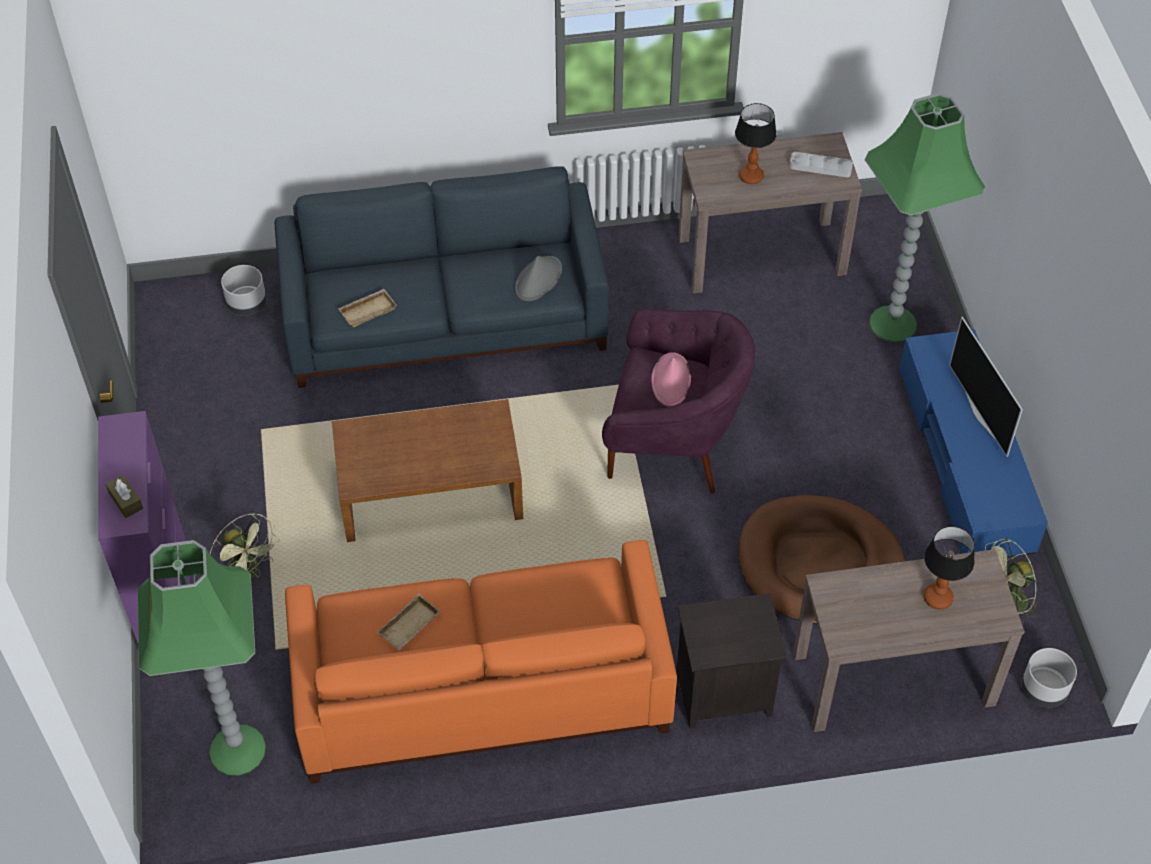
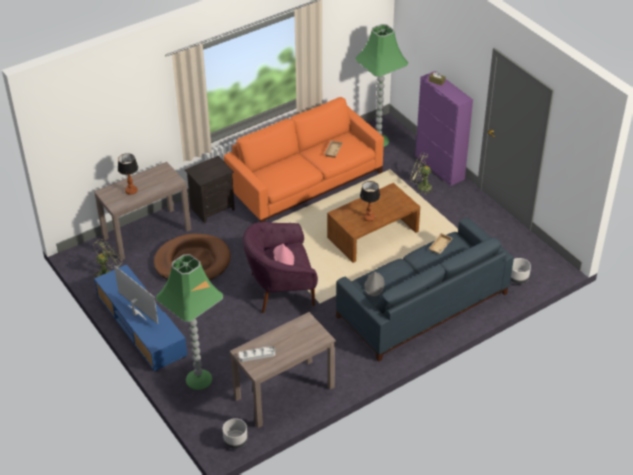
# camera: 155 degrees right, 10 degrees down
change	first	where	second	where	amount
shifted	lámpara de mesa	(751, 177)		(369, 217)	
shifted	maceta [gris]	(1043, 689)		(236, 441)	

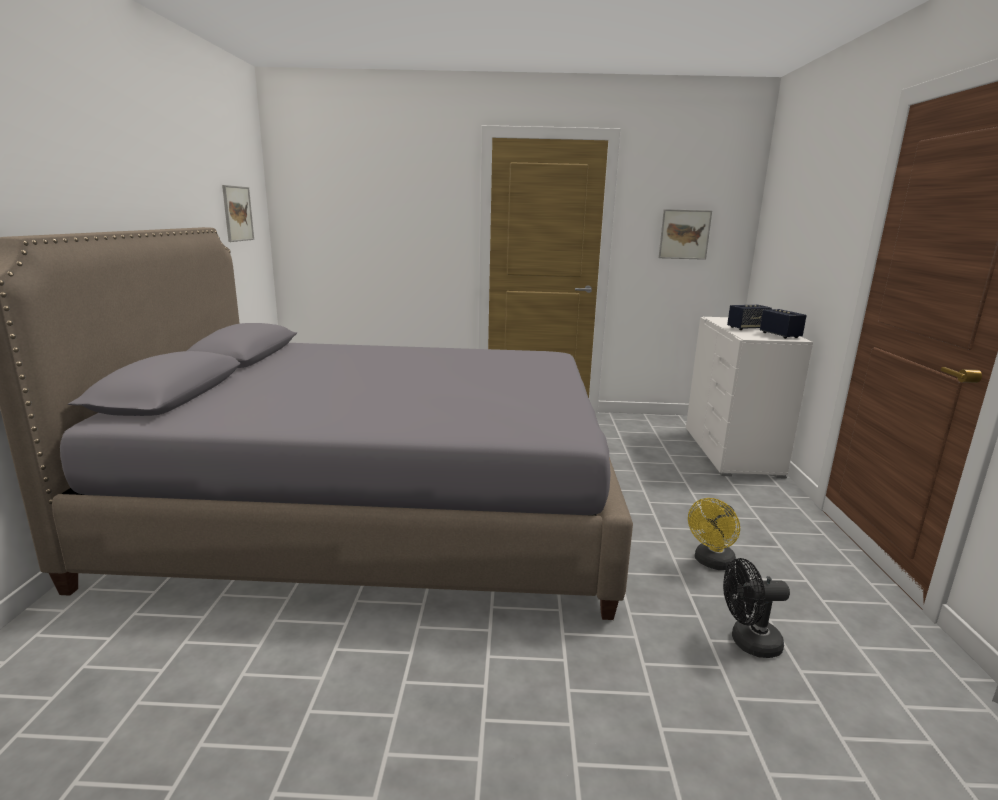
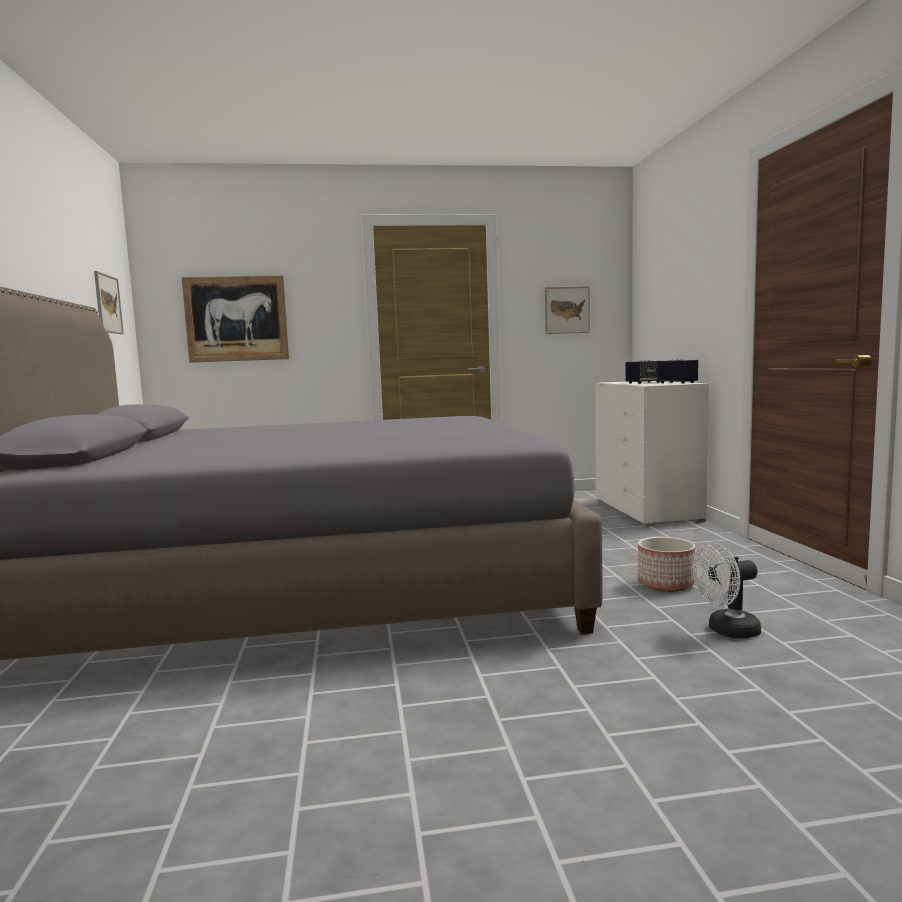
# camera: 10 degrees left, 10 degrees down
change	first	where	second	where	amount
swapped	ventilador [amarillo]	(711, 563)	maceta	(666, 584)	
repainted	ventilador [negro]	(748, 643)	ventilador [blanco]	(727, 631)	
new			cuadro	(236, 319)	

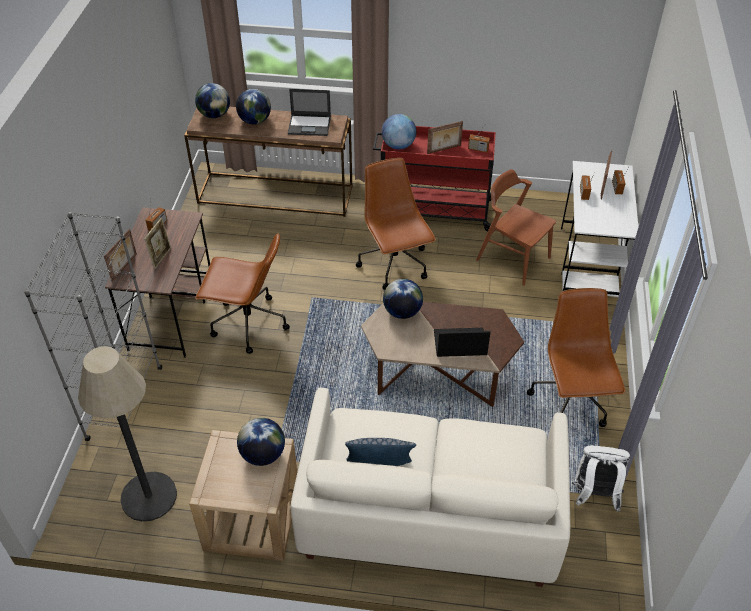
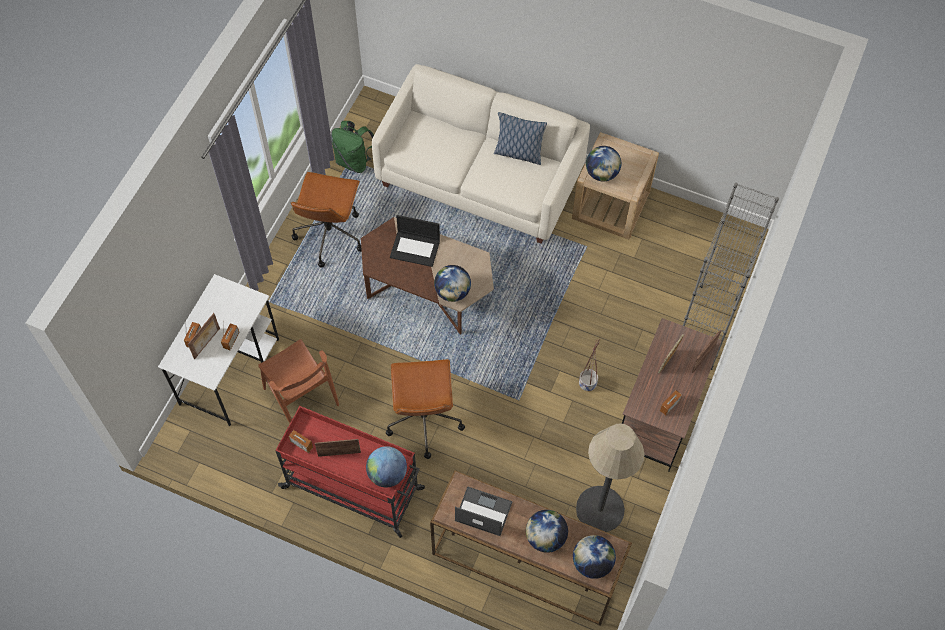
# camera: 165 degrees left, 15 degrees up
change	first	where	second	where	amount
shifted	lámpara de pie	(149, 497)		(600, 509)	
swapped	silla de oficina [marrón]	(247, 324)	maceta	(587, 384)	
repainted	mochila [blanco]	(594, 495)	mochila [verde]	(354, 161)	

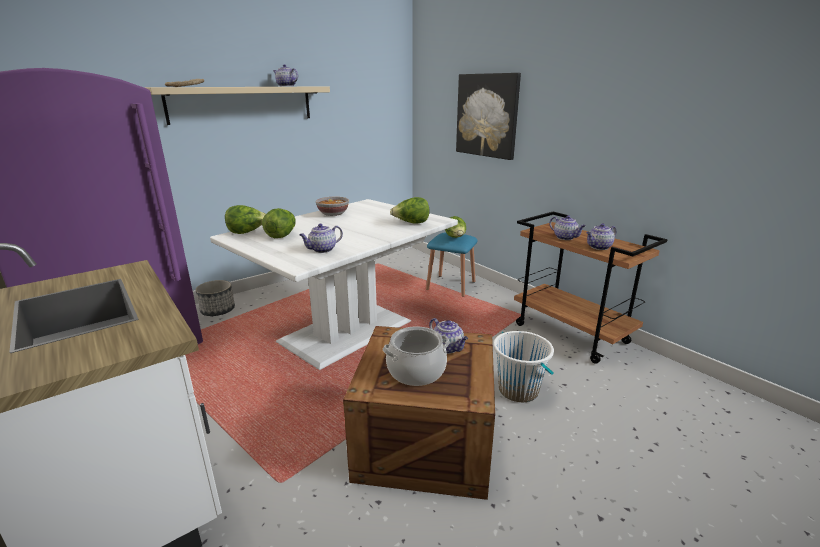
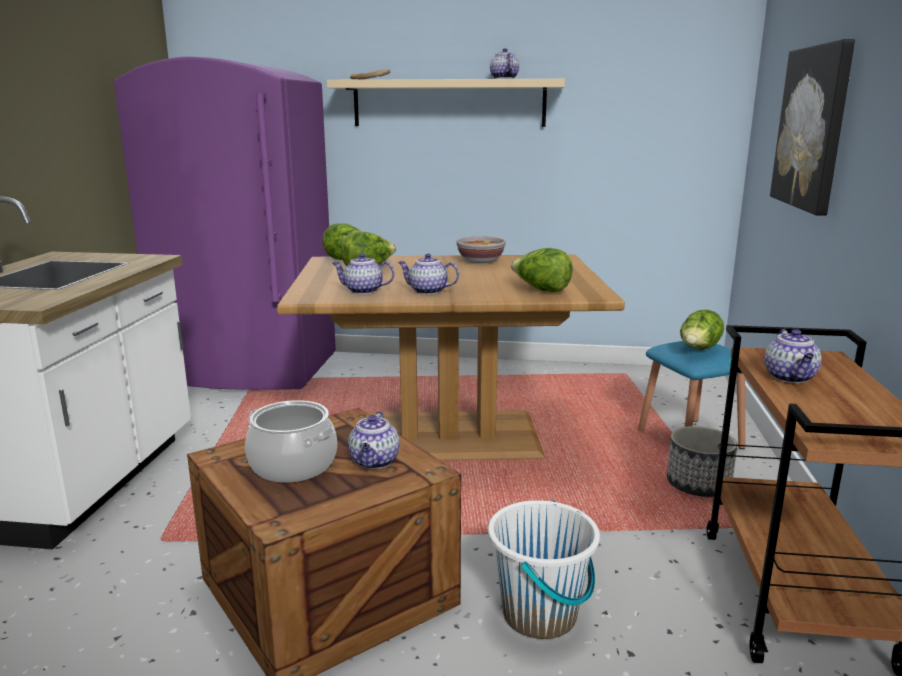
# camera: 45 degrees right, 5 degrees down
change	first	where	second	where	amount
shifted	maceta	(218, 310)		(698, 485)	
repainted	mesa de comedor [blanco]	(347, 332)	mesa de comedor [marrón]	(448, 438)	
shifted	tetera	(598, 247)		(427, 291)	

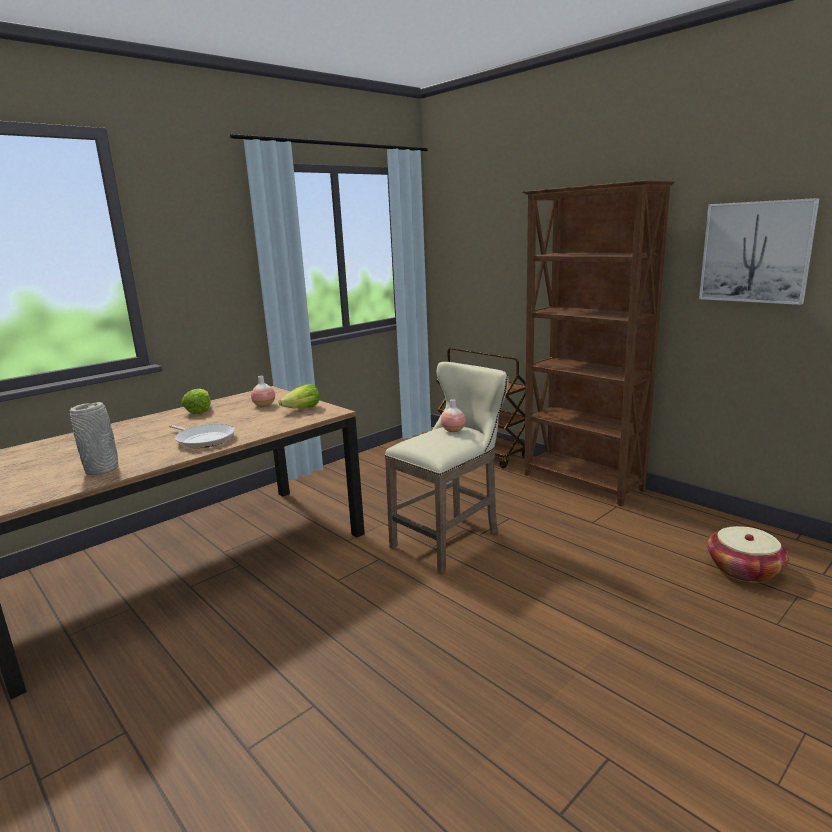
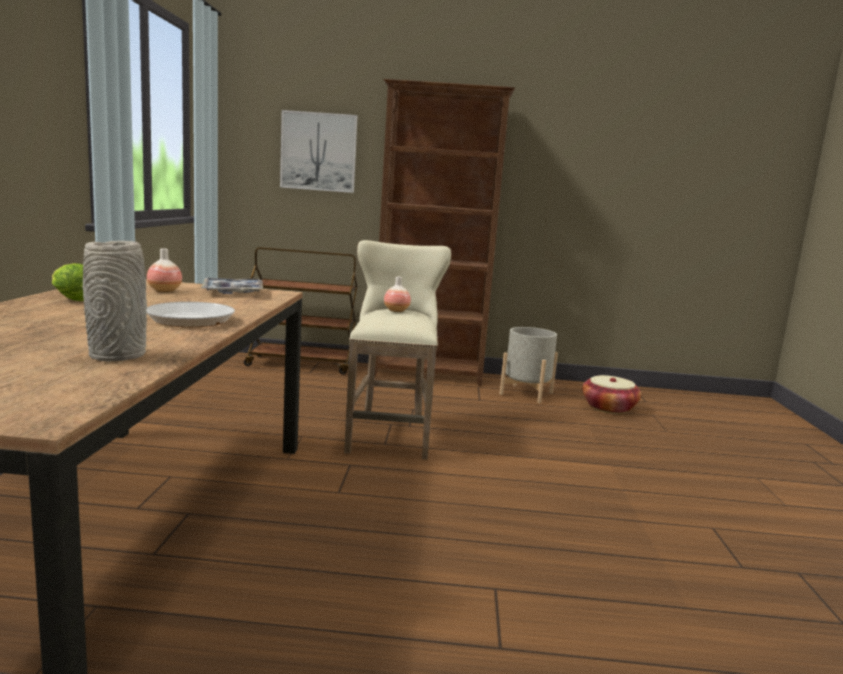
# camera: 45 degrees left, 5 degrees down
change	first	where	second	where	amount
swapped	lechuga	(302, 409)	bandeja	(233, 292)	
shifted	cuadro	(755, 252)		(318, 152)	
new			maceta [gris]	(526, 393)	

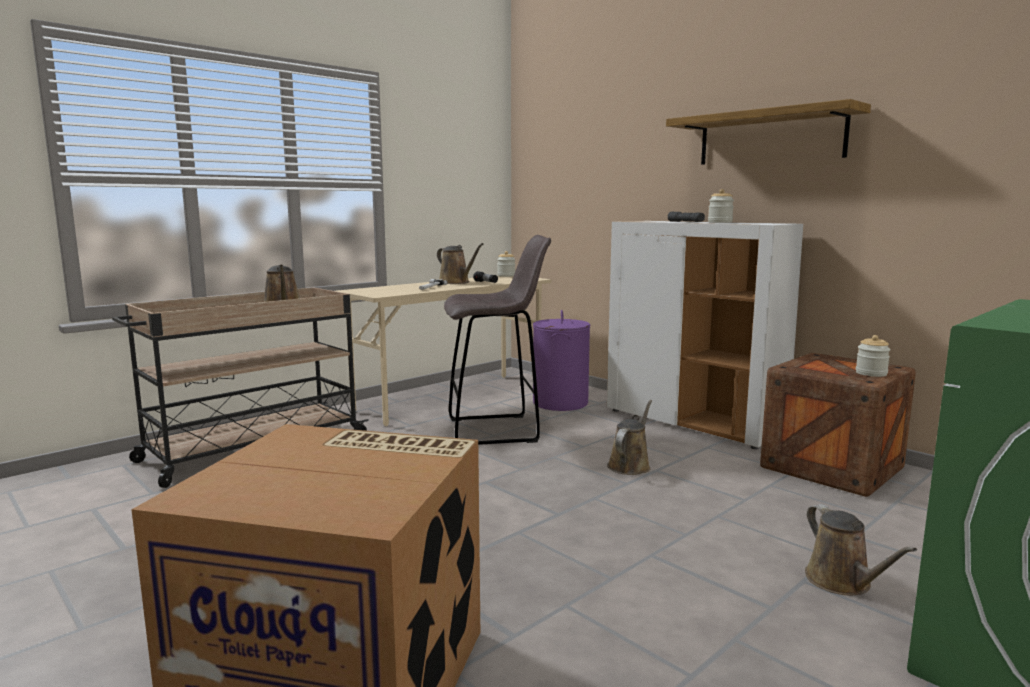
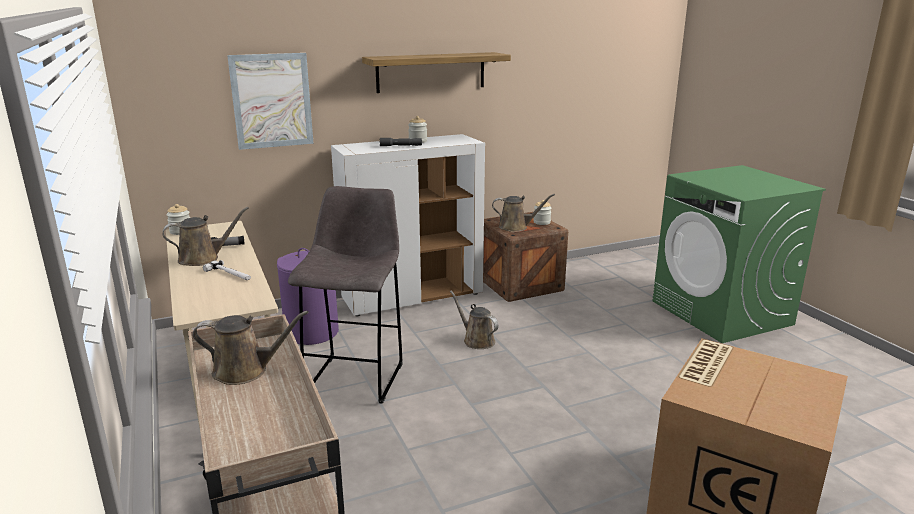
# camera: 70 degrees left, 10 degrees up
change	first	where	second	where	amount
shifted	regadera [marrón]	(842, 582)		(516, 227)	
new			cuadro	(272, 101)	

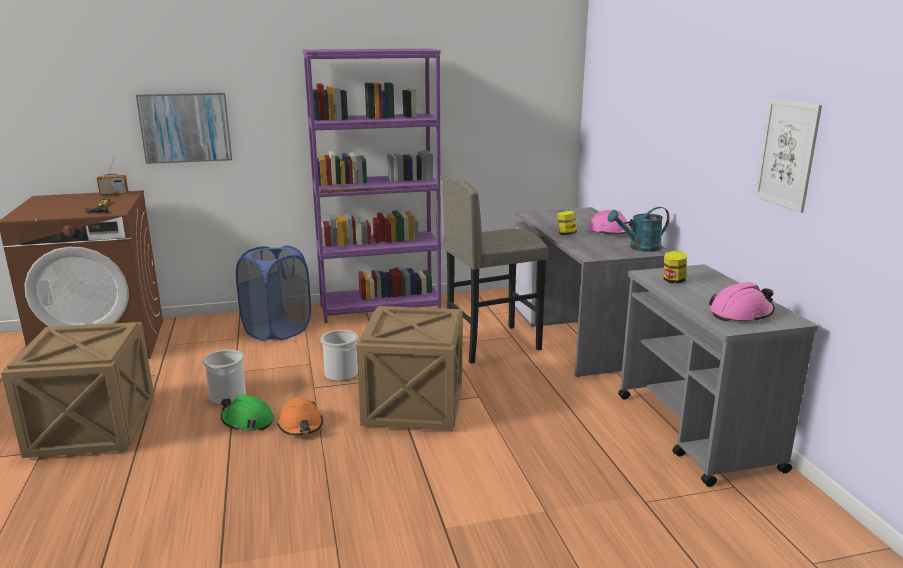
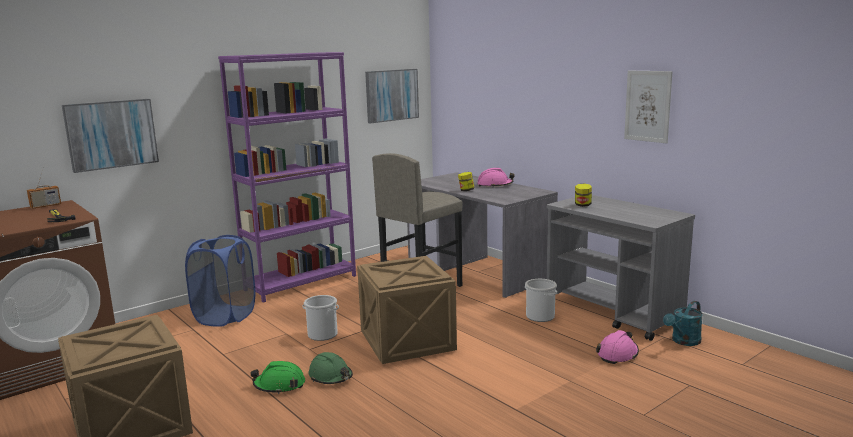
# camera: 25 degrees left, 5 degrees down
change	first	where	second	where	amount
shifted	cubo	(228, 397)		(540, 316)	
repainted	casco [naranja]	(301, 425)	casco [verde]	(331, 377)	
shifted	regadera [turquesa]	(639, 248)		(683, 341)	
shifted	casco [rosa]	(741, 314)		(617, 354)	
new			cuadro	(391, 95)	

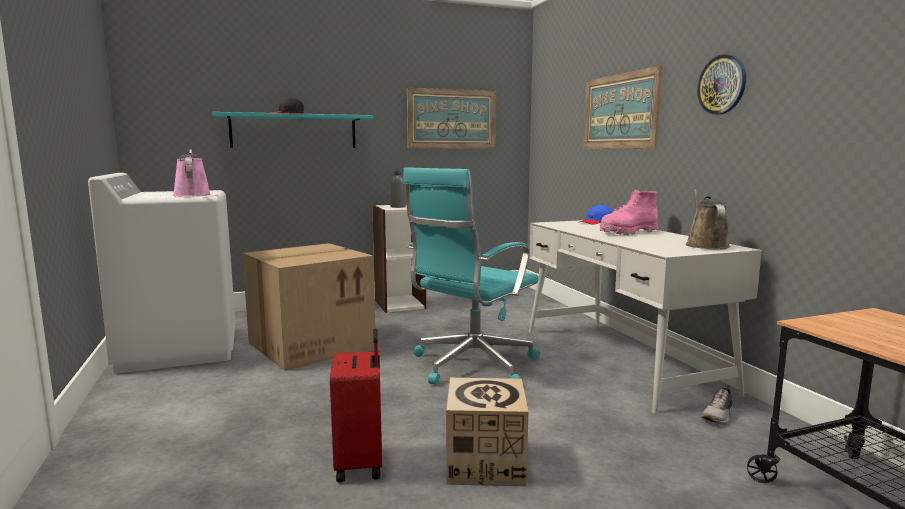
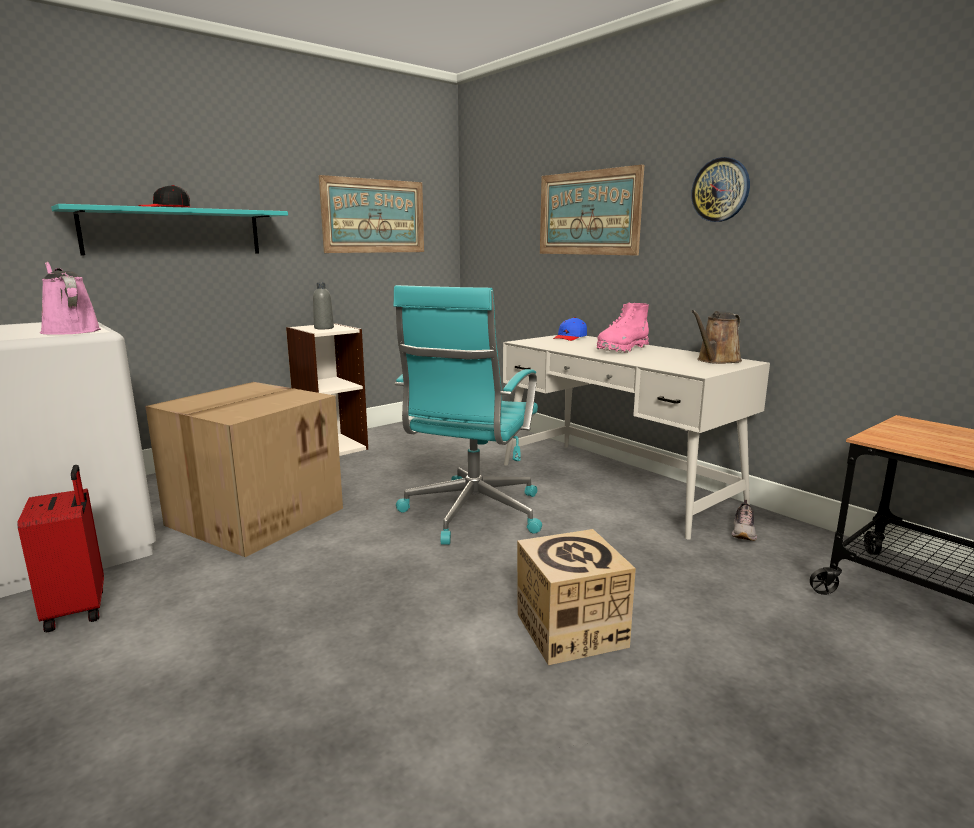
# camera: 20 degrees left, 5 degrees up
change	first	where	second	where	amount
shifted	maleta [rojo]	(361, 463)		(78, 609)	
rotated	regadera [marrón]	(705, 245)		(716, 361)	120 degrees counterclockwise

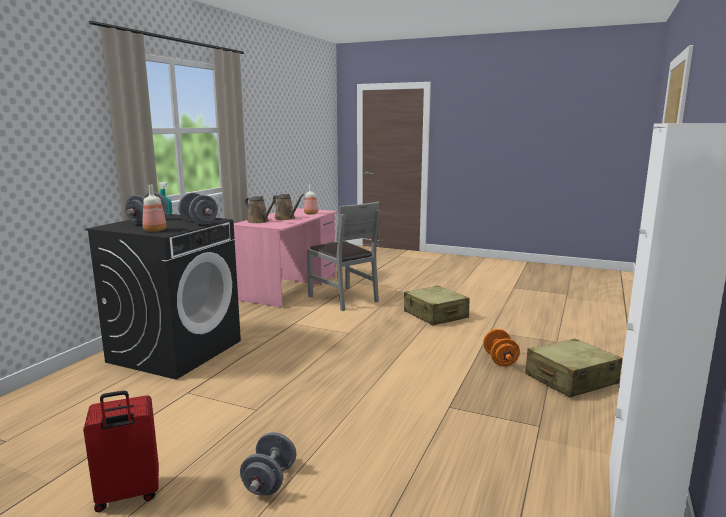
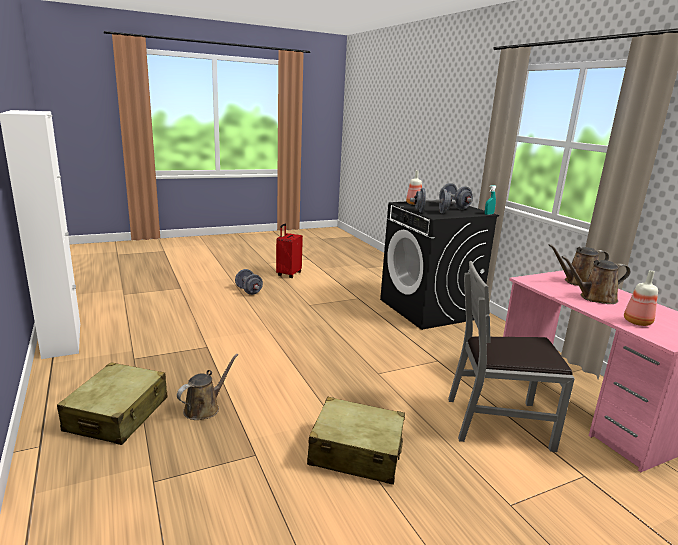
# camera: 130 degrees right, 5 degrees up
change	first	where	second	where	amount
swapped	mancuerna [naranja]	(500, 360)	regadera [marrón]	(204, 408)	

